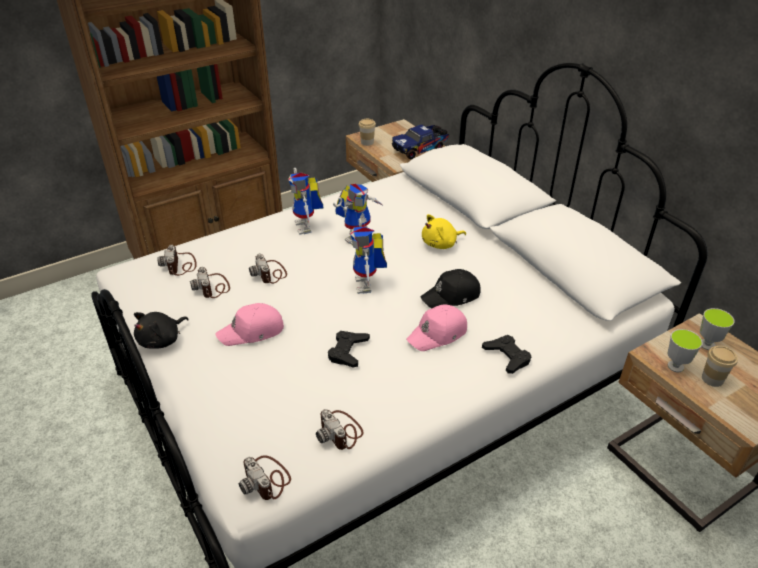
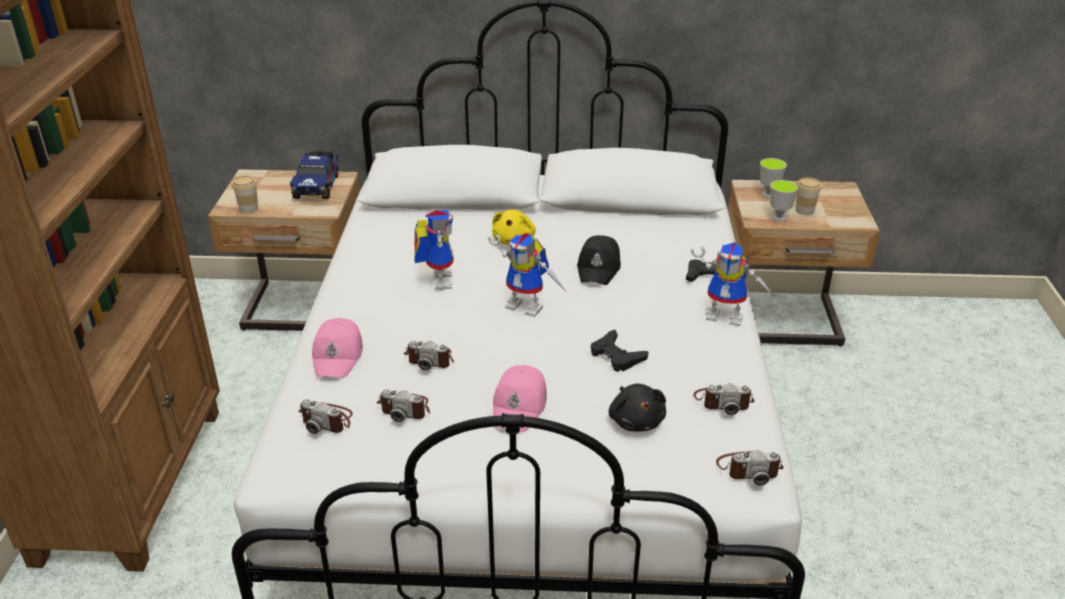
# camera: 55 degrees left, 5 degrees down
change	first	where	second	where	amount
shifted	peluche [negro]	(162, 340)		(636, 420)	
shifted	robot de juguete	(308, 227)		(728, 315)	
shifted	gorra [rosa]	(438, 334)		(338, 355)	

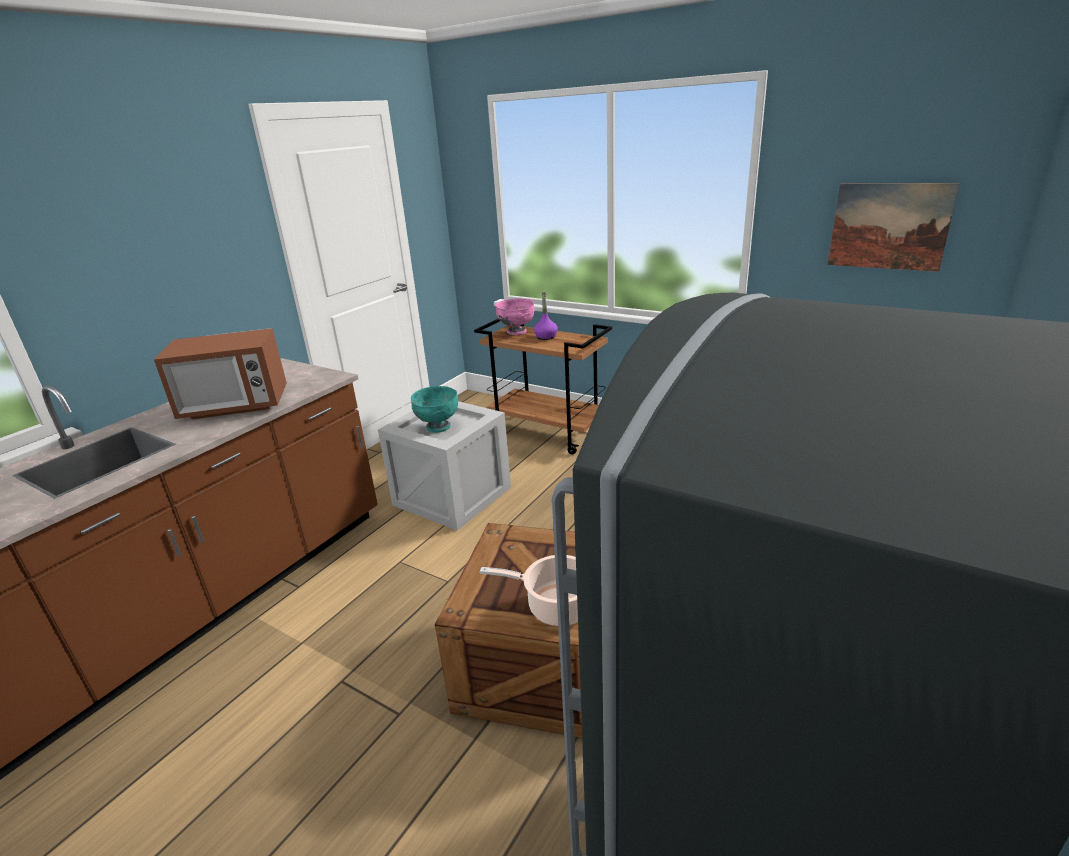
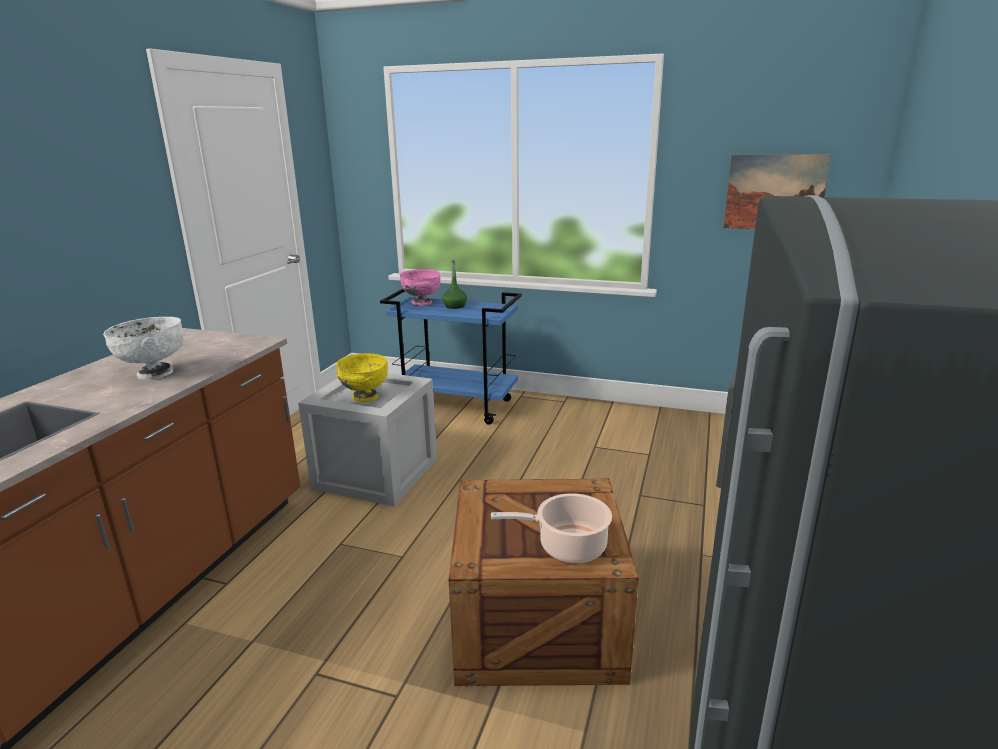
# camera: 15 degrees left, 5 degrees down
change	first	where	second	where	amount
swapped	microondas	(235, 406)	cuenco [blanco]	(154, 373)	
repainted	cuenco [turquesa]	(438, 427)	cuenco [amarillo]	(365, 397)	
repainted	carrito [marrón]	(549, 432)	carrito [azul]	(457, 406)	
repainted	botella [morado]	(546, 337)	botella [verde]	(455, 306)	

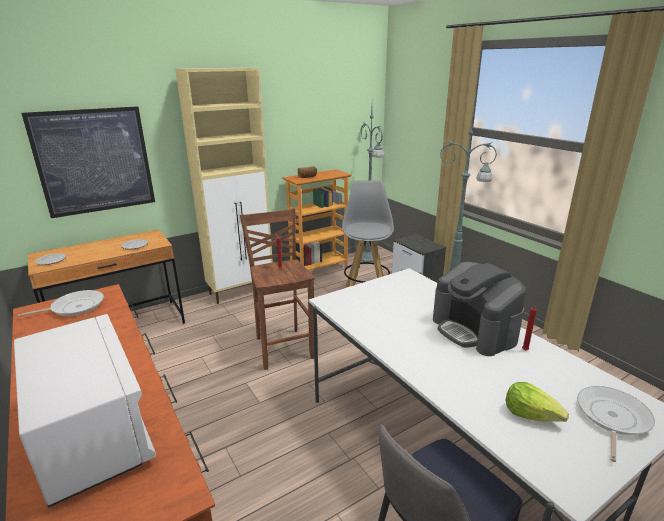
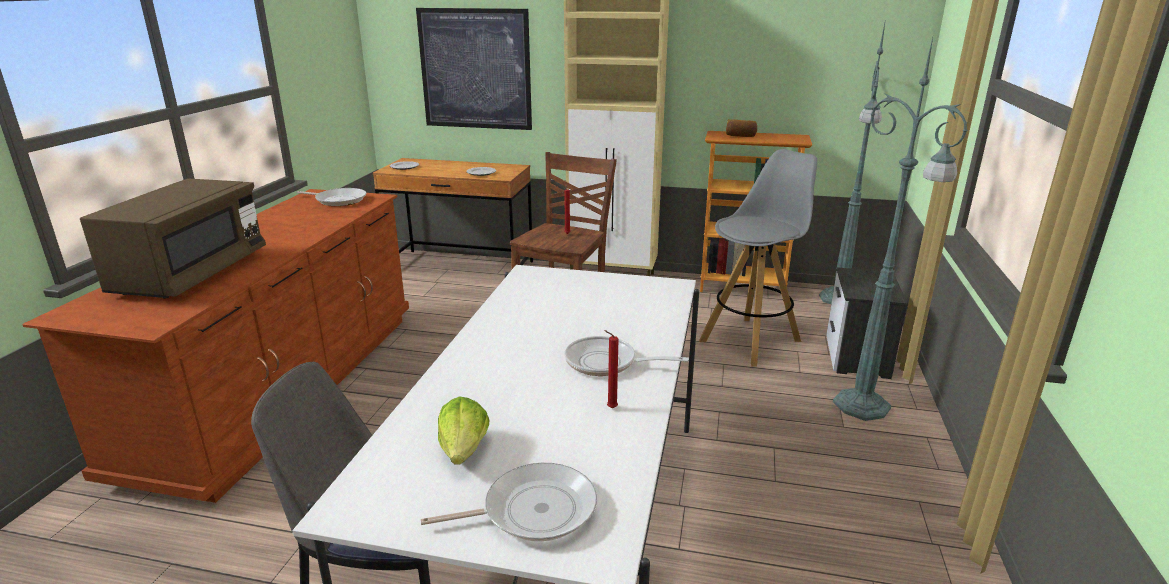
# camera: 45 degrees right, 0 degrees up
change	first	where	second	where	amount
repainted	microondas [blanco]	(92, 434)	microondas [marrón]	(192, 274)	
swapped	cafetera	(474, 330)	sartén	(607, 363)	

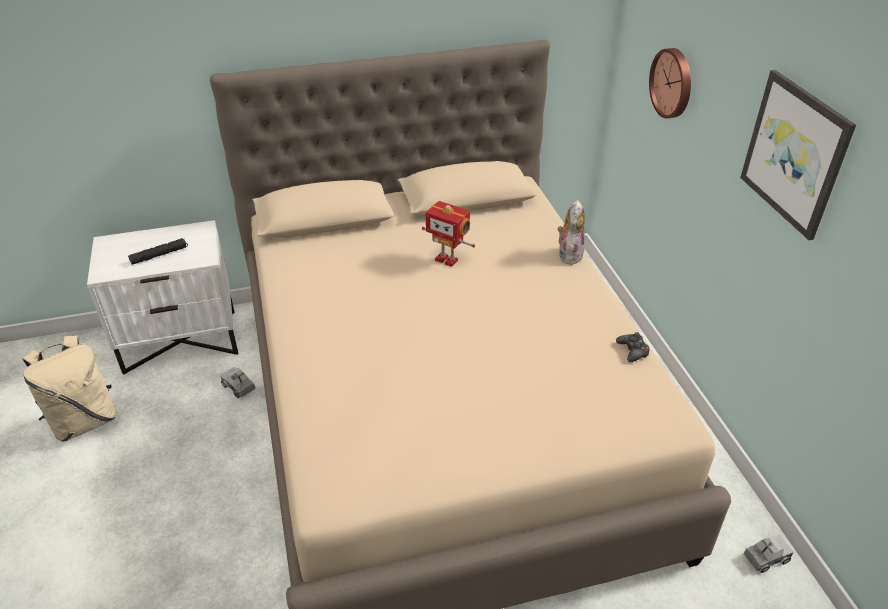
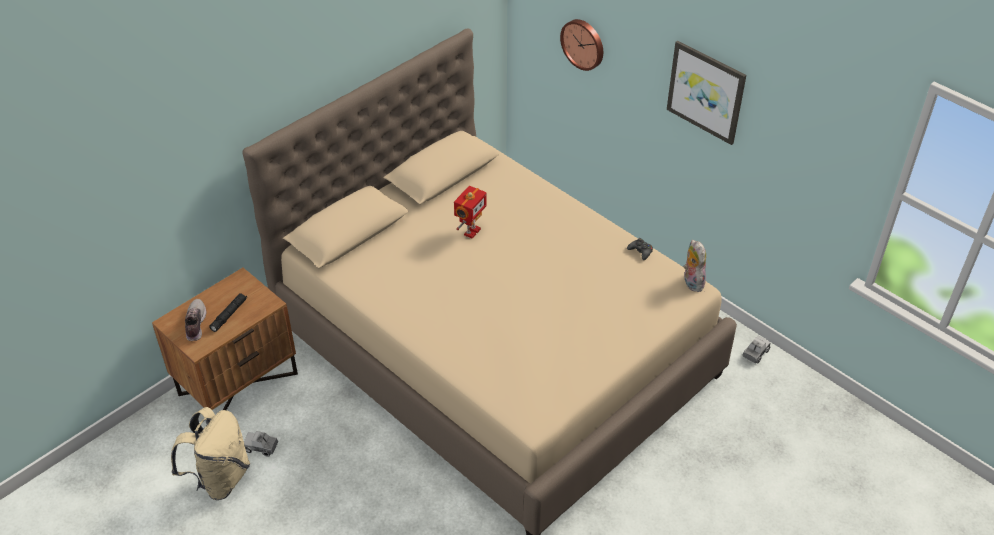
# camera: 30 degrees left, 5 degrees up
change	first	where	second	where	amount
repainted	mesita de noche [blanco]	(181, 340)	mesita de noche [marrón]	(238, 383)	
shifted	camión de juguete	(239, 387)		(261, 447)	
rotated	robot de juguete	(447, 259)		(471, 231)	60 degrees counterclockwise
shifted	peluche	(568, 254)		(691, 282)	
new			zapato	(195, 324)	

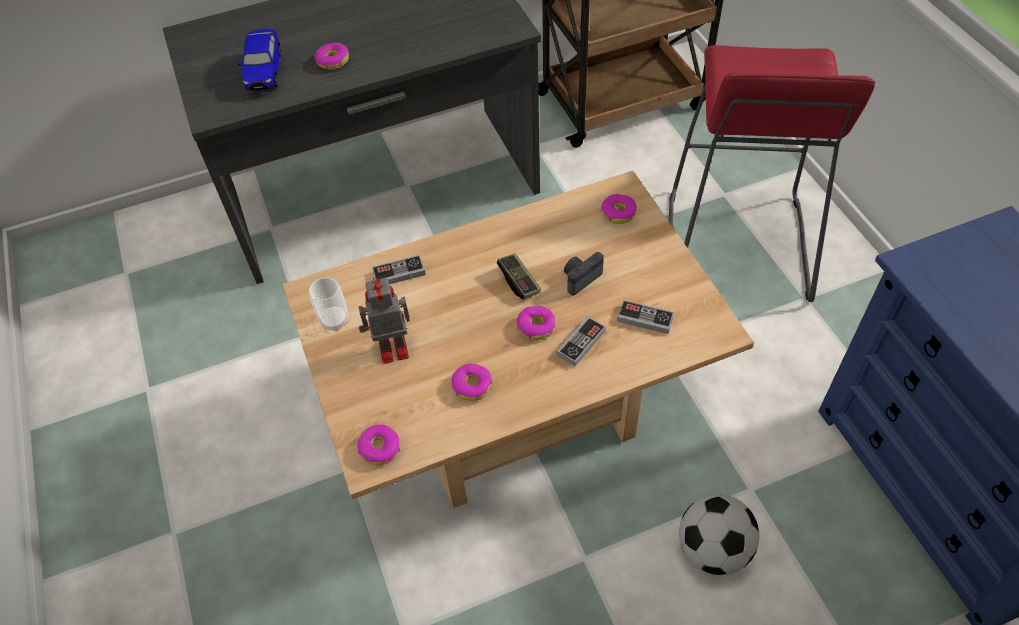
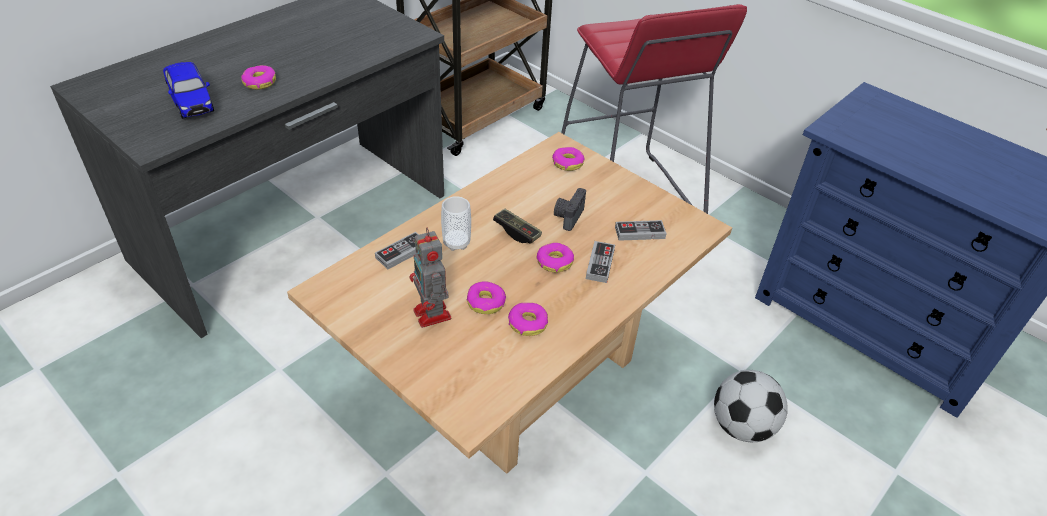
# camera: 30 degrees left, 10 degrees down
change	first	where	second	where	amount
shifted	taza	(334, 320)		(456, 243)	
shifted	rosquilla	(380, 448)		(486, 302)	
rotated	robot de juguete	(391, 349)		(433, 315)	75 degrees counterclockwise

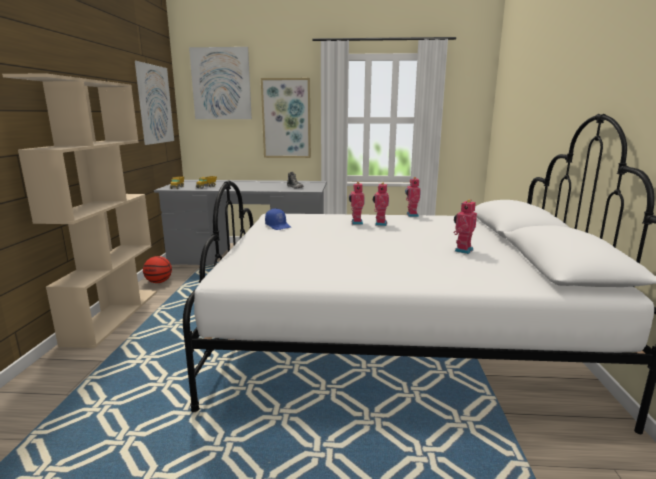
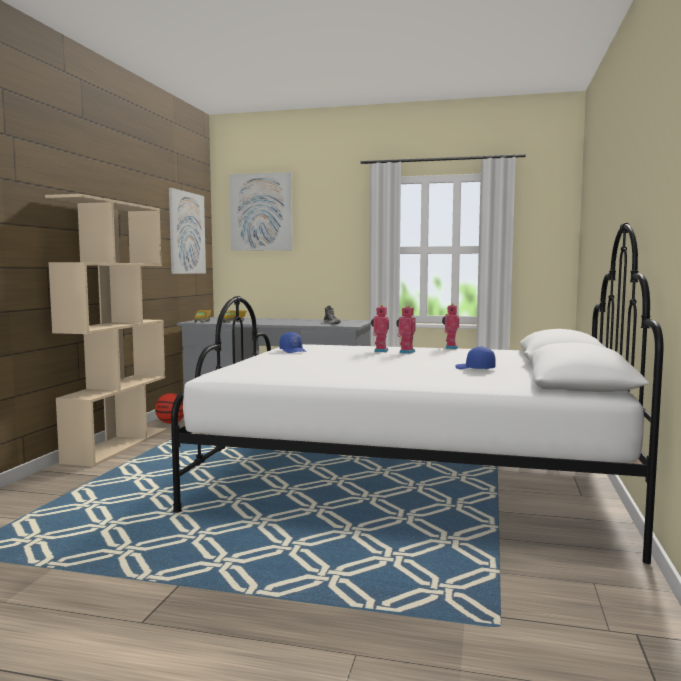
# camera: 10 degrees right, 10 degrees down
change	first	where	second	where	amount
gone	cuadro	(286, 118)			
swapped	robot de juguete	(462, 250)	gorra [azul]	(474, 369)	

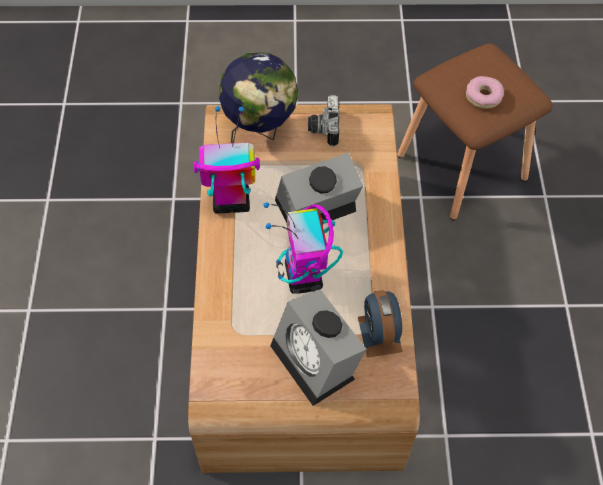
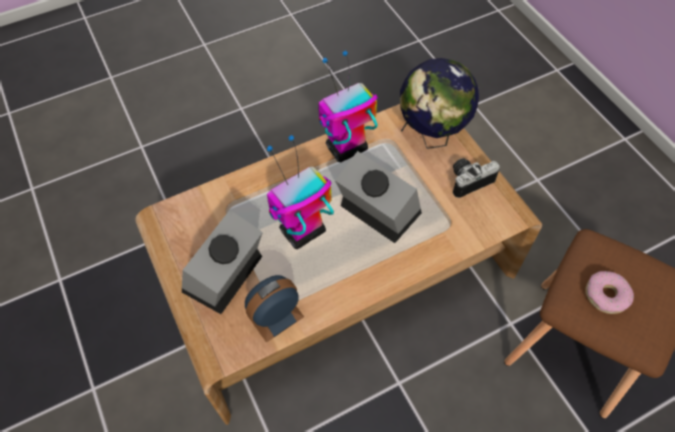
# camera: 65 degrees right, 0 degrees up
change	first	where	second	where	amount
rotated	robot de juguete	(230, 202)		(346, 149)	90 degrees counterclockwise

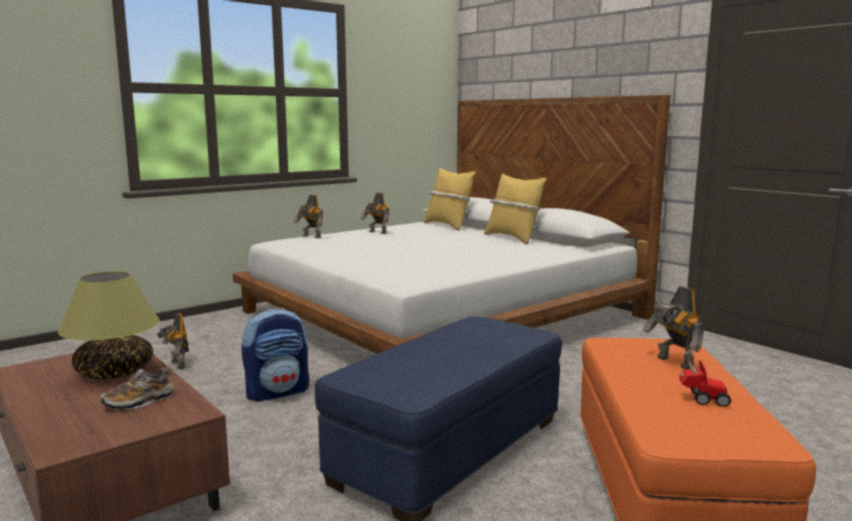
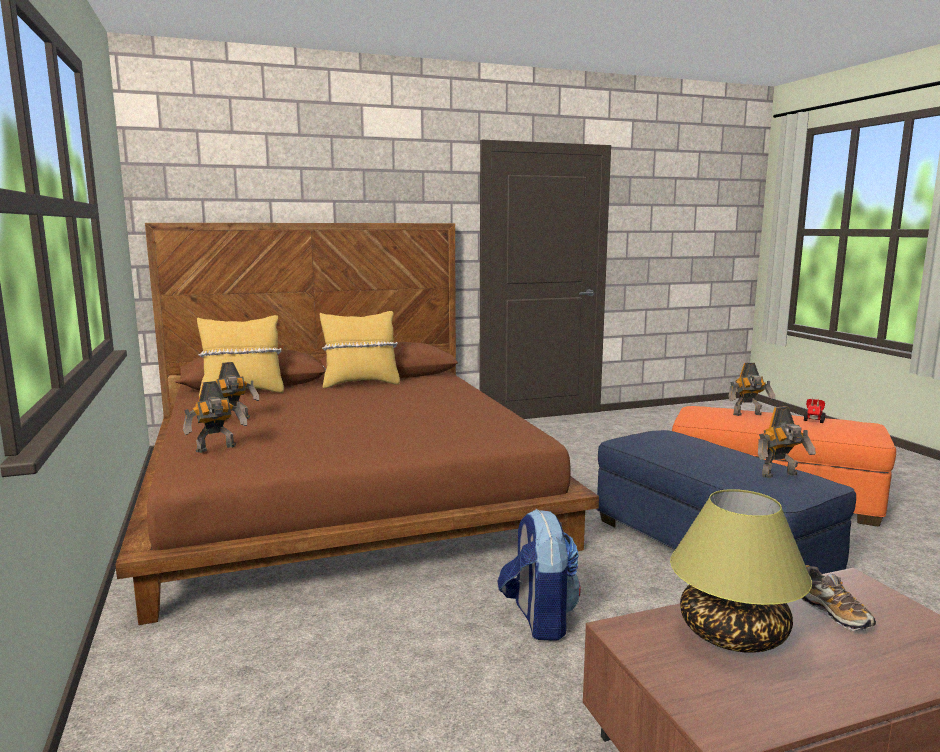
# camera: 70 degrees left, 0 degrees up
change	first	where	second	where	amount
shifted	robot de juguete	(176, 365)		(781, 475)	
repainted	cama [blanco]	(440, 314)	cama [marrón]	(344, 494)	

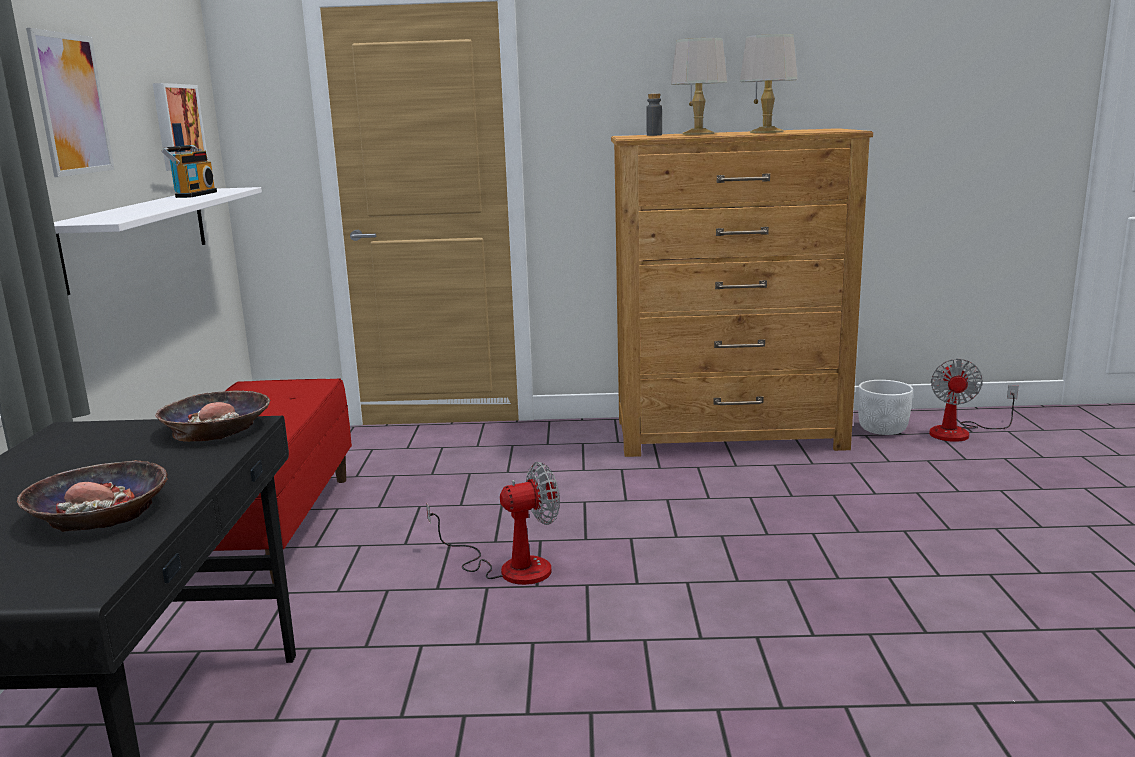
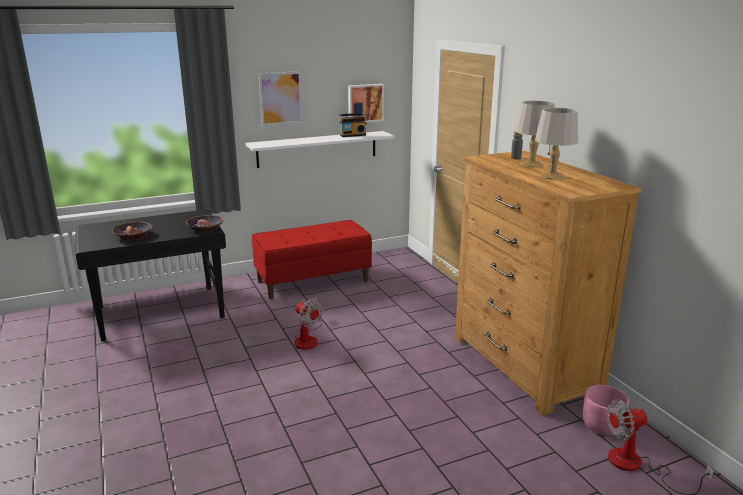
# camera: 65 degrees right, 5 degrees up
change	first	where	second	where	amount
repainted	maceta [blanco]	(883, 429)	maceta [rosa]	(601, 426)	

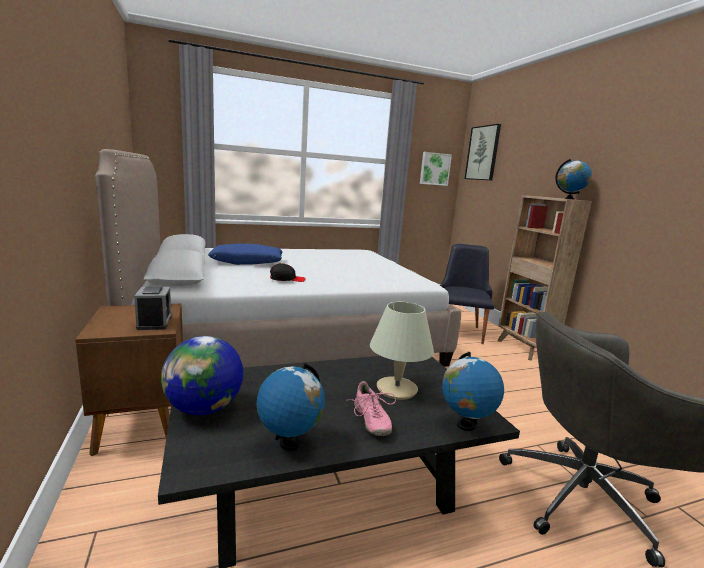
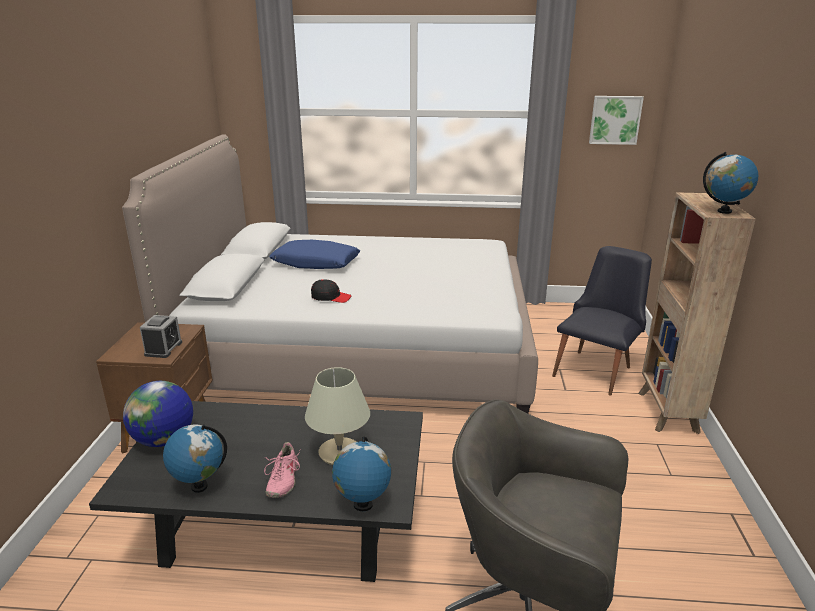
# camera: 25 degrees right, 10 degrees up
change	first	where	second	where	amount
gone	cuadro	(483, 153)			

